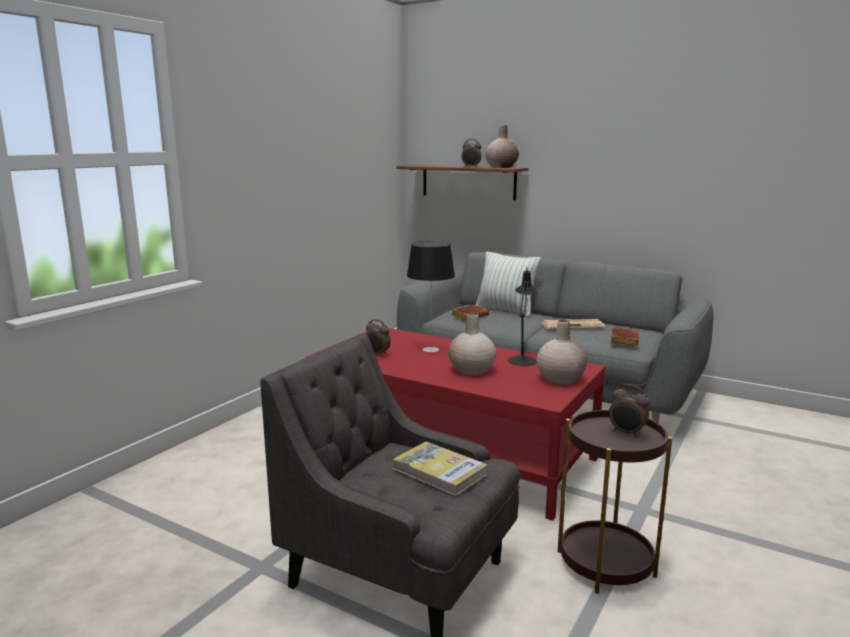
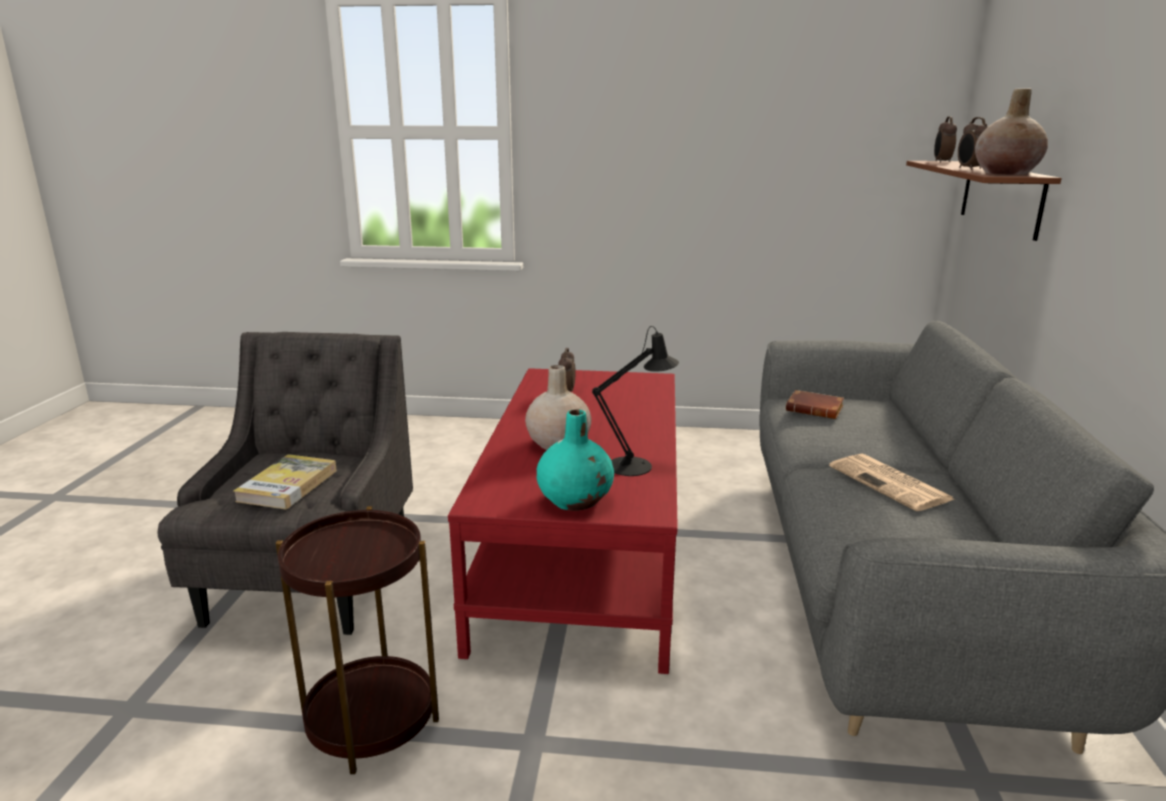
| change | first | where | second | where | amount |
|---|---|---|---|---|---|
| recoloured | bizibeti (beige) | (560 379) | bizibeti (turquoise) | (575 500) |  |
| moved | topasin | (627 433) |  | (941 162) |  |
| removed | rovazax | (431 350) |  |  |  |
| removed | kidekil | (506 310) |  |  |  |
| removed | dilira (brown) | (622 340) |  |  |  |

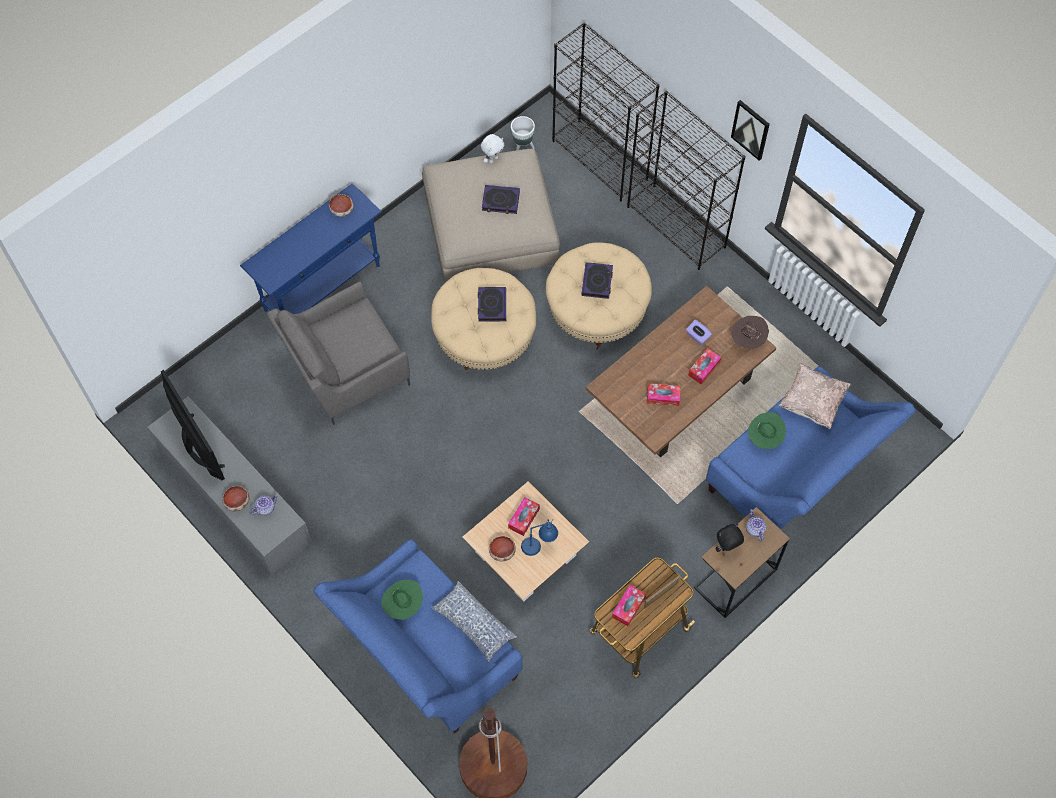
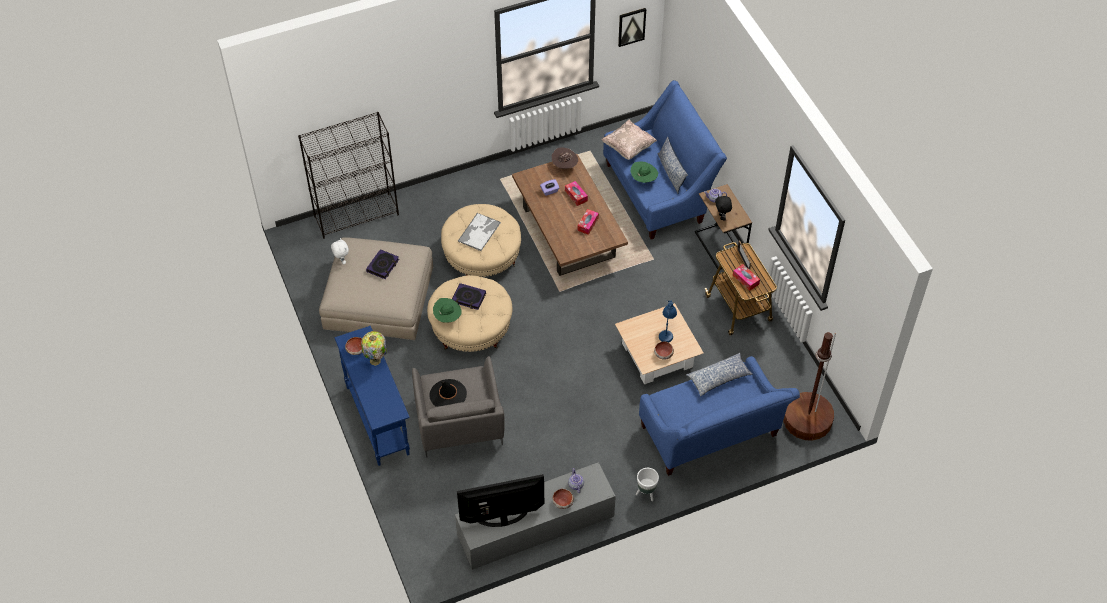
| change | first | where | second | where | amount |
|---|---|---|---|---|---|
| added |  |  | rovazax | (376 361) |  |
| added |  |  | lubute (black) | (448 394) |  |
| moved | lubute (green) | (403 605) |  | (447 317) |  |
| replaced | dilira | (597 282) | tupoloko | (479 232) |  |
| moved | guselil | (751 129) |  | (631 26) |  |
| moved | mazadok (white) | (522 147) |  | (646 493) |  |
| added |  |  | kidekil | (671 172) |  |
| removed | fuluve | (524 518) |  |  |  |
| removed | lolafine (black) | (677 227) |  |  |  |

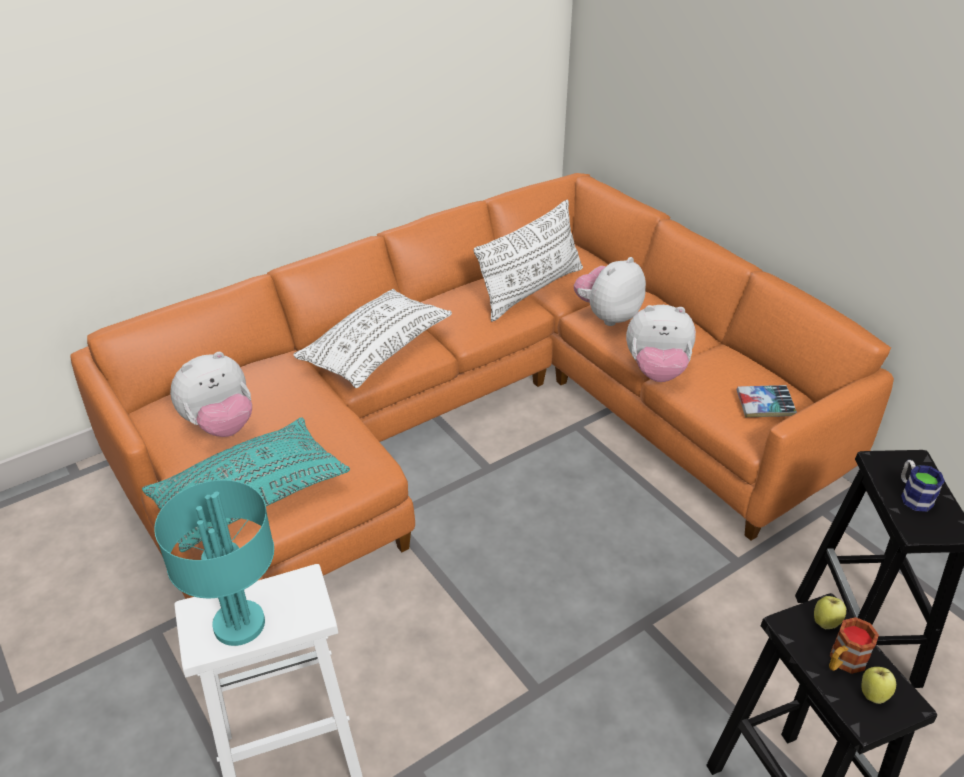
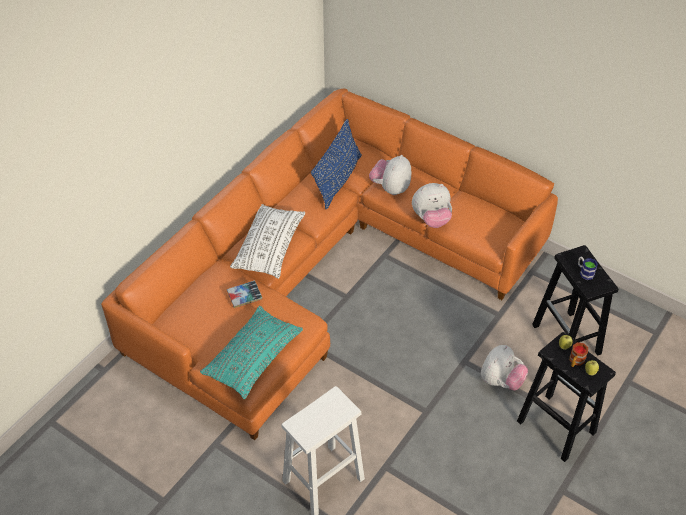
| change | first | where | second | where | amount |
|---|---|---|---|---|---|
| moved | dilira | (764 405) |  | (244 296) |  |
| recoloured | kidekil (white) | (531 290) | kidekil (blue) | (338 180) |  |
| moved | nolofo | (220 425) |  | (501 381) |  |
| removed | rovazax (turquoise) | (237 625) |  |  |  |

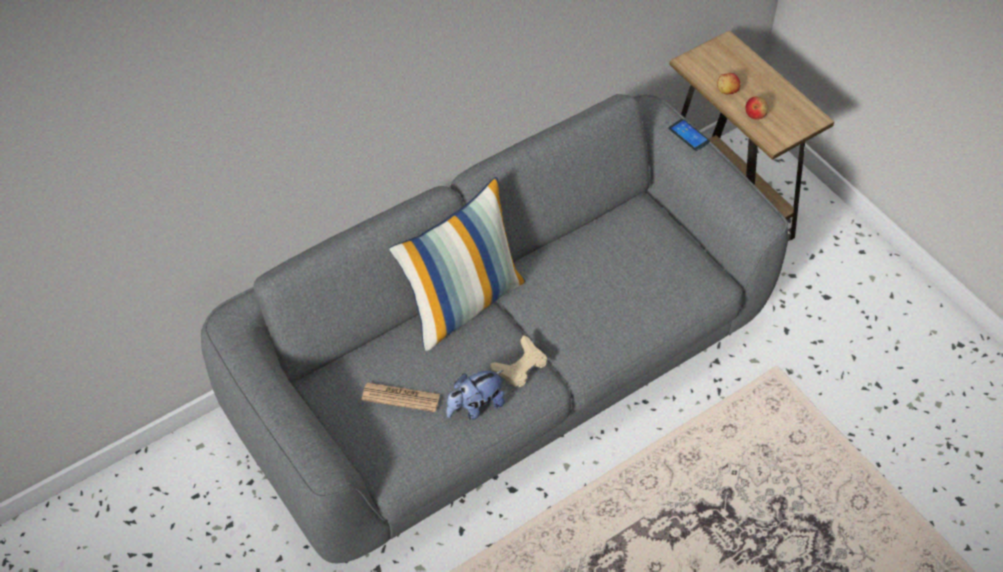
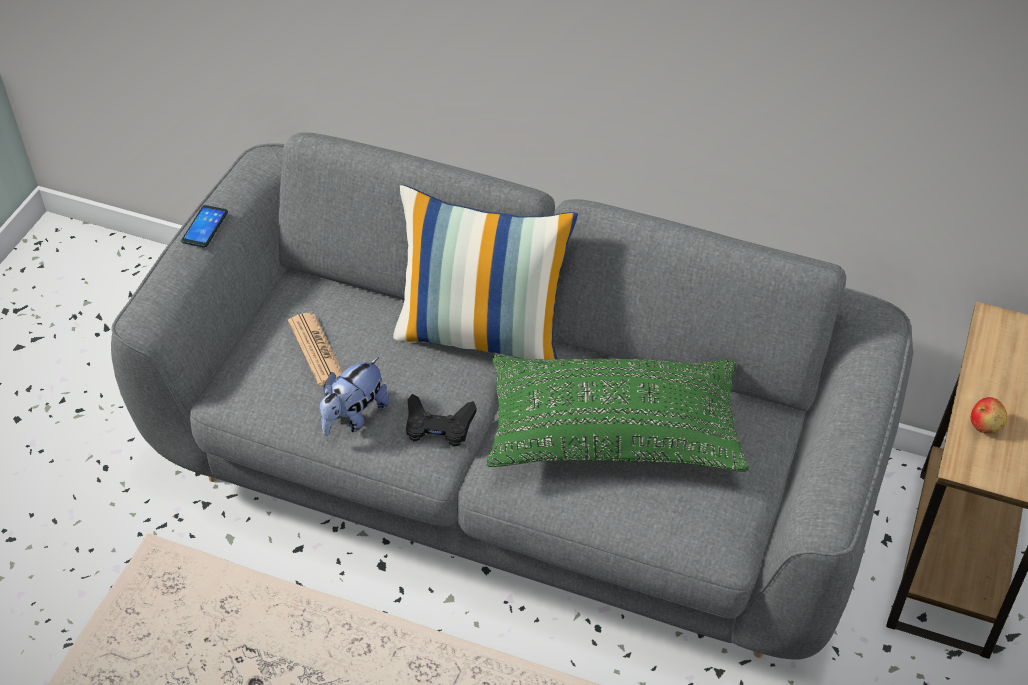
| change | first | where | second | where | amount |
|---|---|---|---|---|---|
| moved | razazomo | (688 135) |  | (204 227) |  |
| turned | nolofo | (475 407) |  | (354 416) | 75 degrees counterclockwise |
| recoloured | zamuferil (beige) | (520 366) | zamuferil (black) | (438 425) |  |
| added |  |  | kidekil (green) | (614 432) |  |
| removed | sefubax | (727 90) |  |  |  |

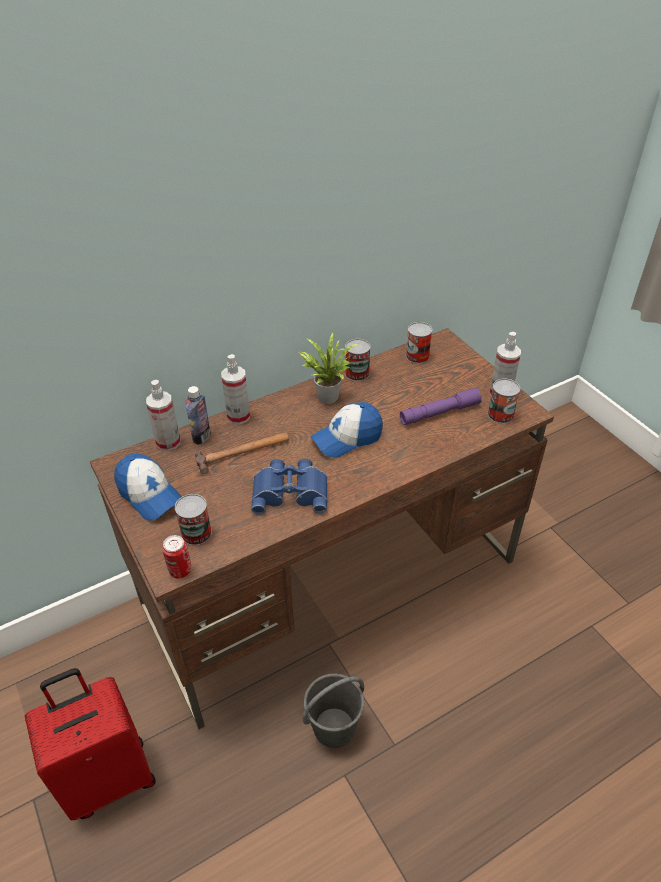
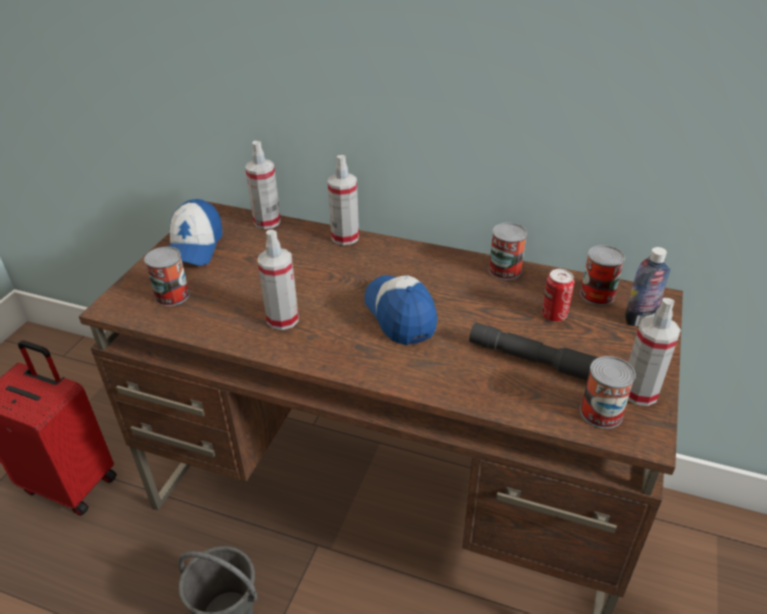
| change | first | where | second | where | amount |
|---|---|---|---|---|---|
| replaced | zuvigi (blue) | (290 490) | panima | (282 319) |  |
| turned | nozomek | (347 438) |  | (400 315) | 45 degrees clockwise |
| recoloured | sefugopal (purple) | (439 413) | sefugopal (grey) | (530 359) |  |
| moved | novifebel | (180 570) |  | (554 315) |  |
| moved | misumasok | (201 437) |  | (639 320) |  |
| removed | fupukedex | (243 452) |  |  |  |
| removed | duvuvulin | (326 395) |  |  |  |

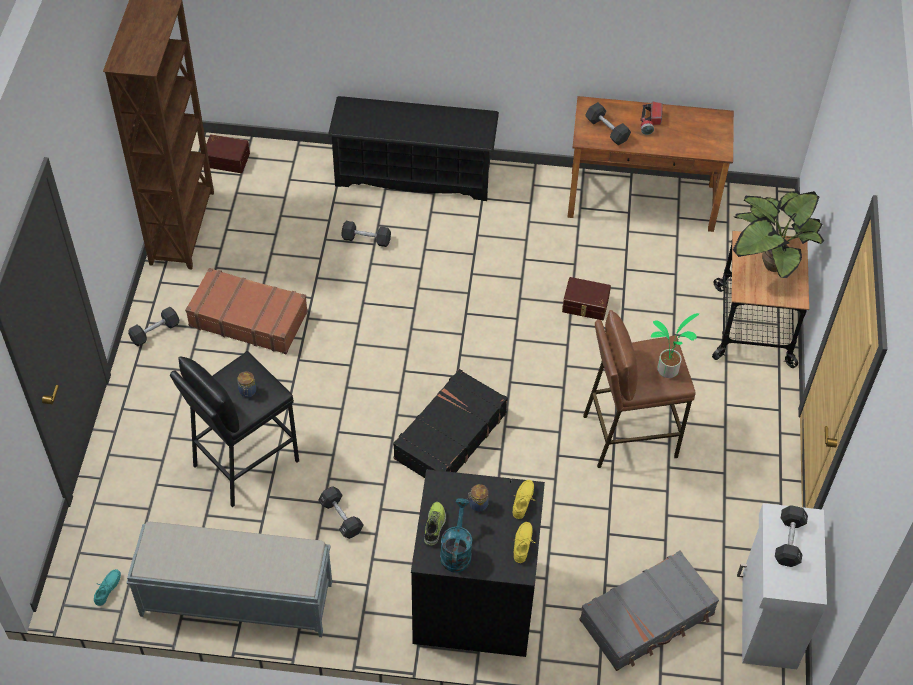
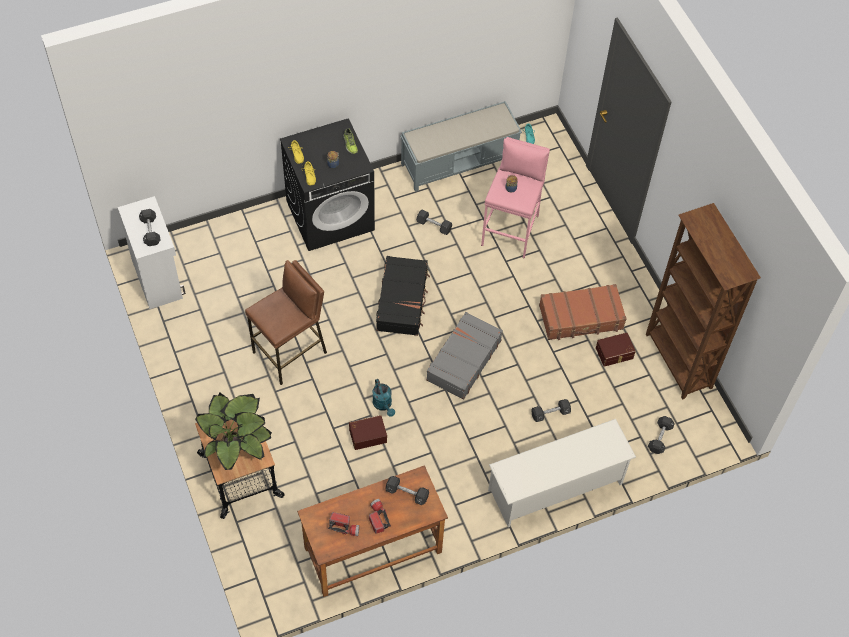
| change | first | where | second | where | amount |
|---|---|---|---|---|---|
| added |  |  | sefugopal | (344 527) |  |
| moved | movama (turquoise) | (456 551) |  | (383 405) |  |
| moved | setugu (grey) | (647 618) |  | (463 360) |  |
| recoloured | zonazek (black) | (245 462) | zonazek (pink) | (511 230) |  |
| recoloured | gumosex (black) | (414 174) | gumosex (white) | (556 487) |  |
| moved | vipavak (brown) | (227 159) |  | (614 354) |  |
| moved | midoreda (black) | (155 332) |  | (660 438) |  |
| removed | duvuvulin | (667 371) |  |  |  |

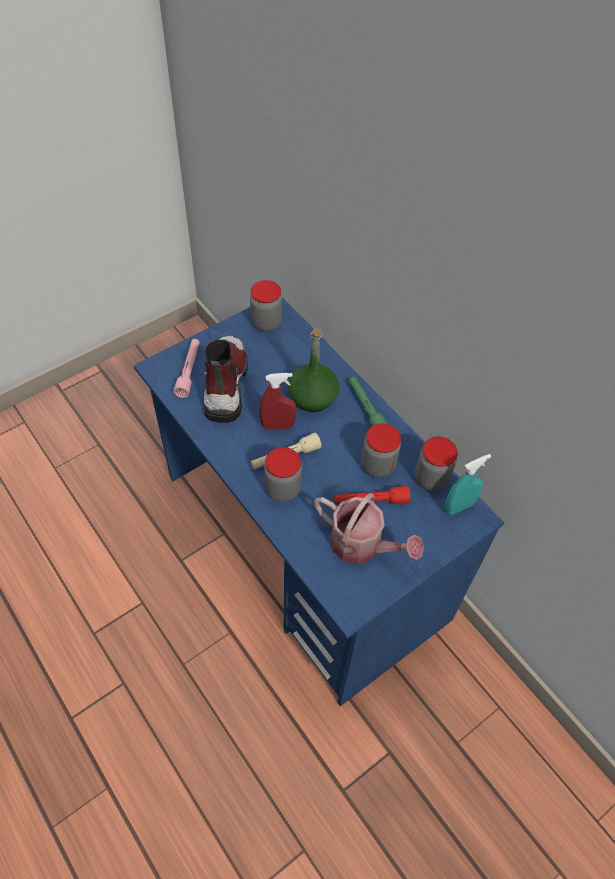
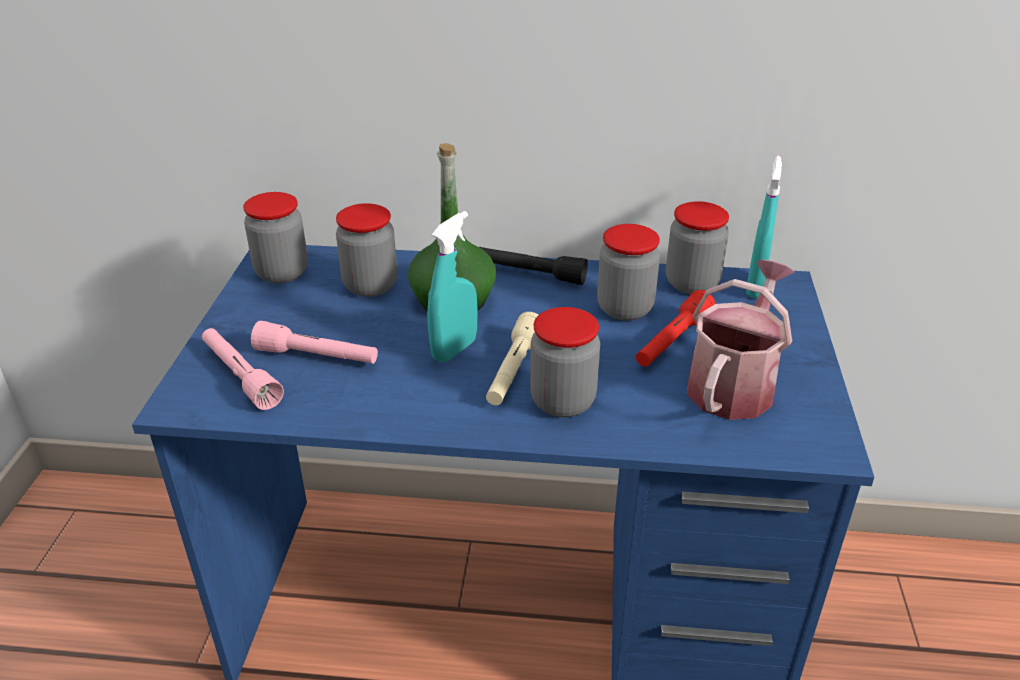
| change | first | where | second | where | amount |
|---|---|---|---|---|---|
| replaced | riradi | (225 384) | sefugopal (pink) | (317 357) |  |
| added |  |  | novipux | (370 285) |  |
| recoloured | panima (red) | (278 425) | panima (turquoise) | (454 350) |  |
| recoloured | sefugopal (green) | (366 409) | sefugopal (black) | (530 274) |  |
| turned | movama | (362 545) |  | (734 383) | 45 degrees counterclockwise |

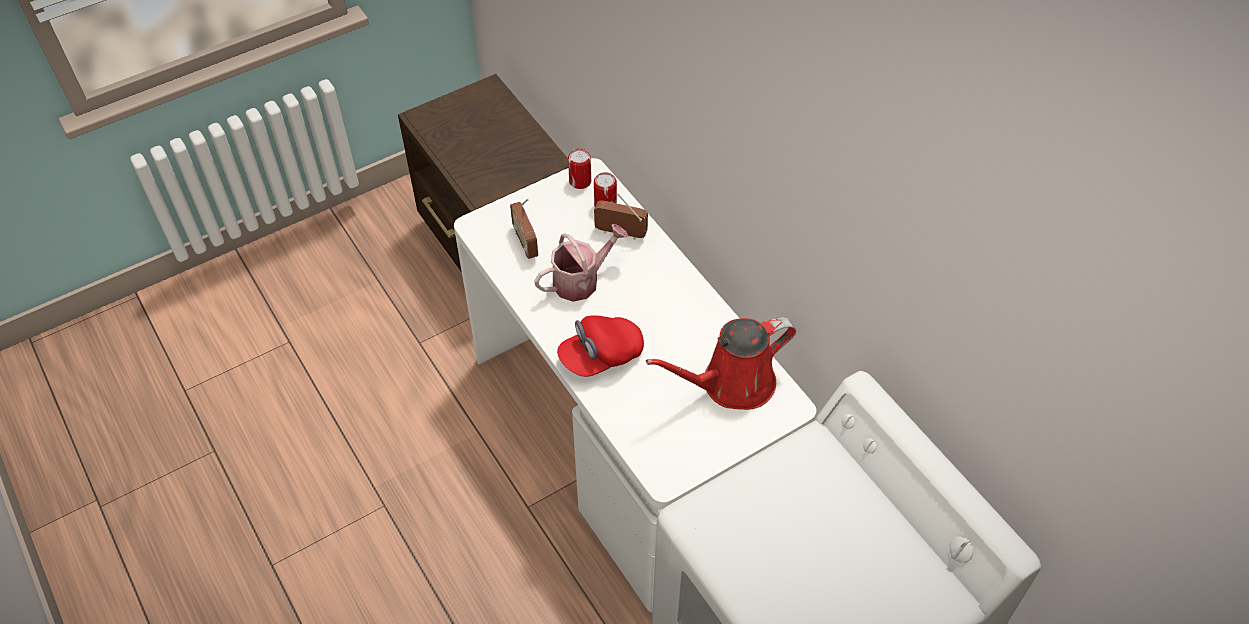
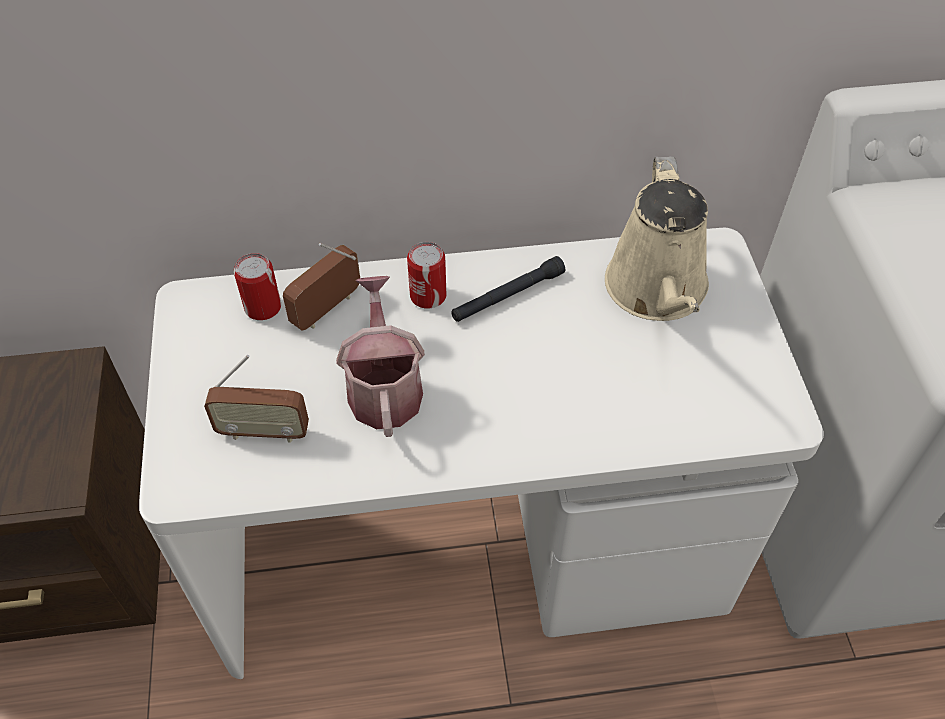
| change | first | where | second | where | amount |
|---|---|---|---|---|---|
| moved | novifebel | (580 181) |  | (428 296) |  |
| added |  |  | sefugopal (black) | (507 296) |  |
| recoloured | movama (red) | (731 384) | movama (beige) | (657 291) |  |
| removed | nozomek (red) | (601 356) |  |  |  |

